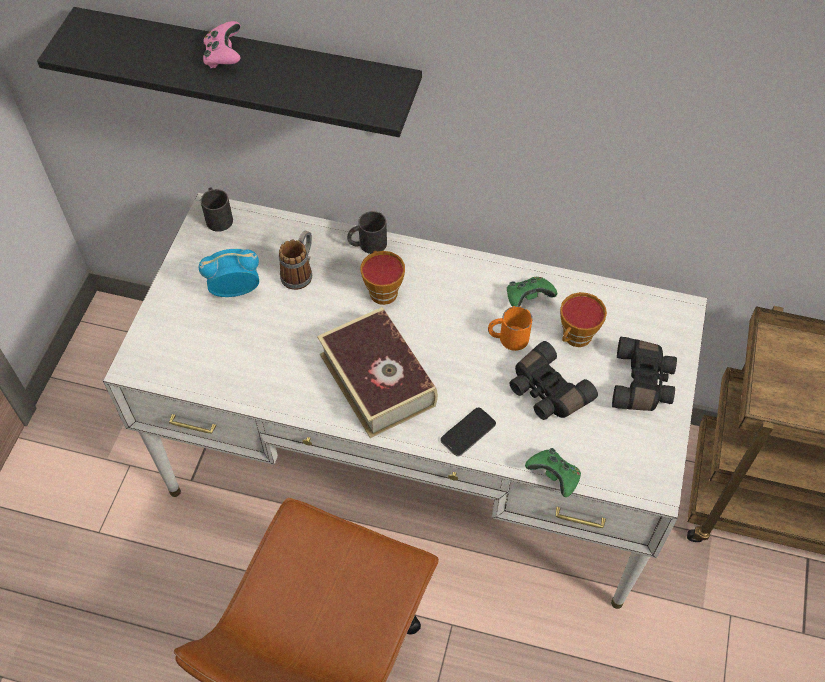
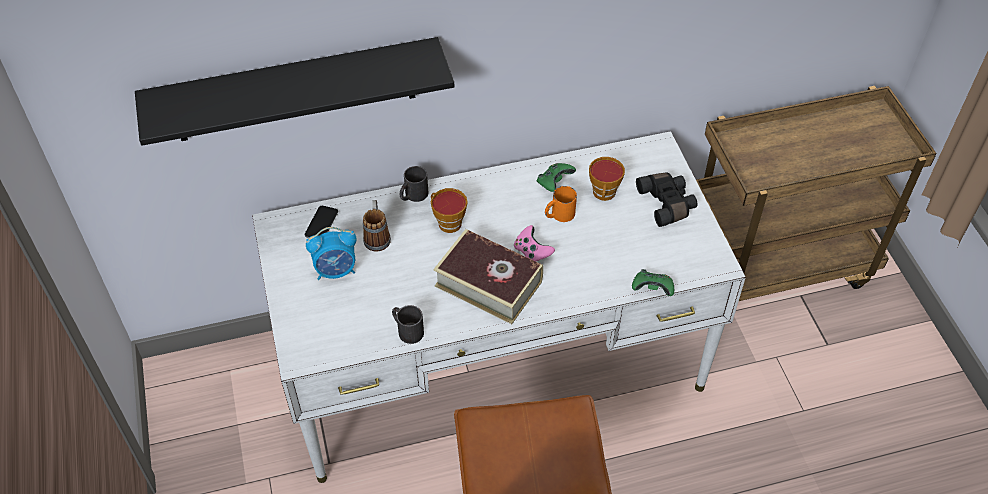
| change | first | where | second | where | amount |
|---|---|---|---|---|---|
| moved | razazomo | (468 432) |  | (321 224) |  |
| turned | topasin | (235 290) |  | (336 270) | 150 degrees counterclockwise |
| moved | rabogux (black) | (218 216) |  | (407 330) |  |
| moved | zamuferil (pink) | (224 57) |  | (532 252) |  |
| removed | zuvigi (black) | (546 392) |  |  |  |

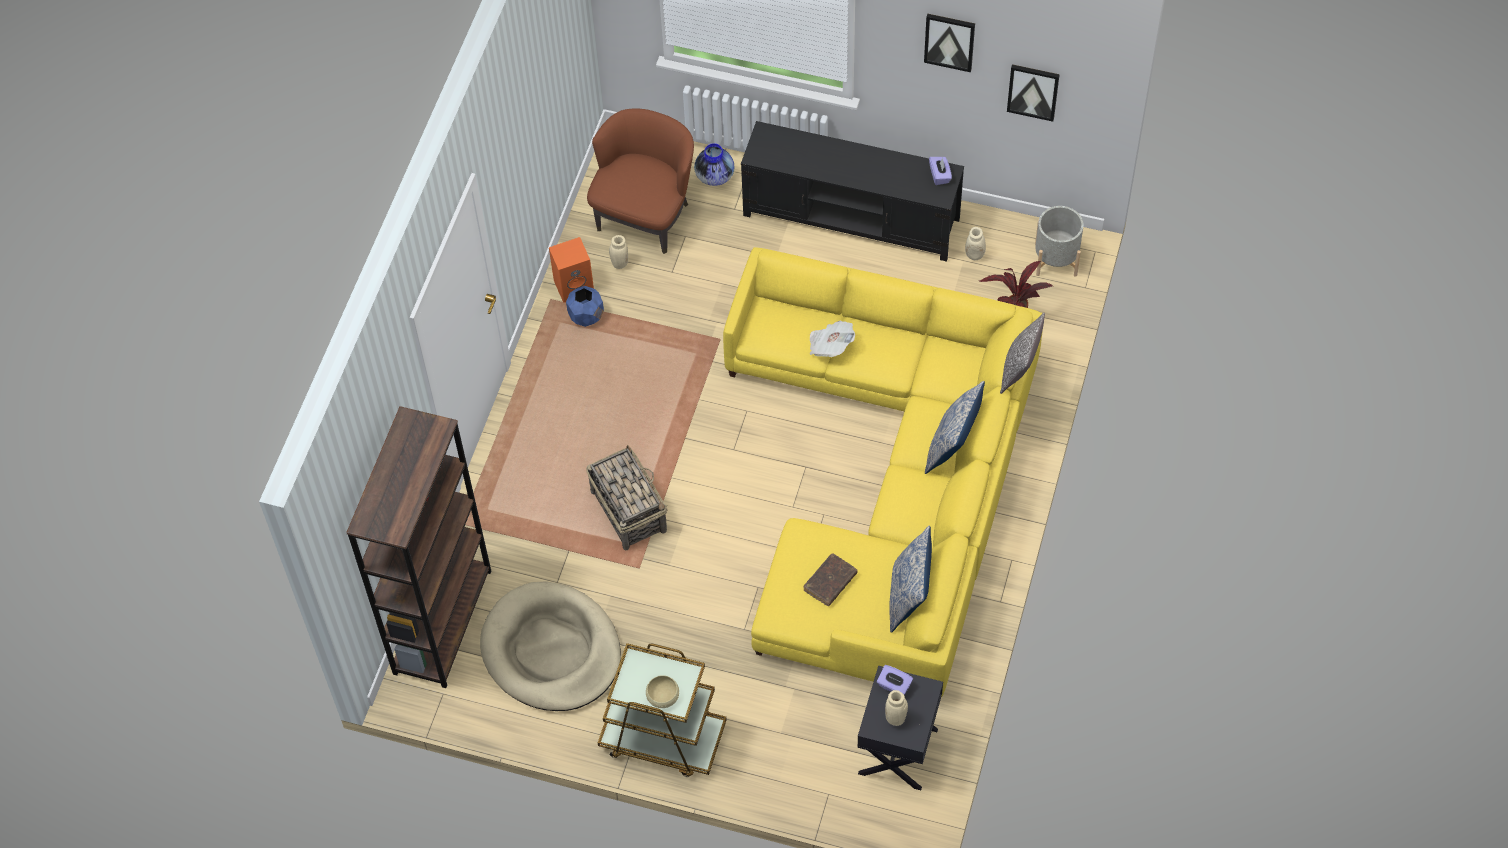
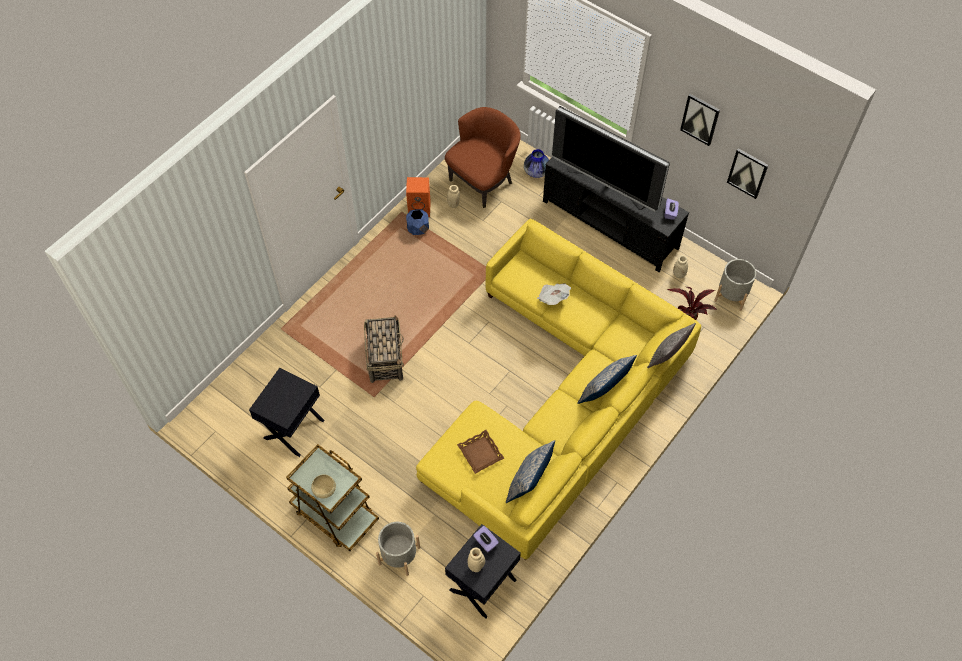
| change | first | where | second | where | amount |
|---|---|---|---|---|---|
| replaced | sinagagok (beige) | (551 650) | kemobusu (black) | (294 429) |  |
| added |  |  | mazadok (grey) | (399 555) |  |
| replaced | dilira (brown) | (830 582) | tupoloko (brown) | (481 453) |  |
| added |  |  | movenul | (607 185) |  |
| removed | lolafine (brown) | (442 621) |  |  |  |

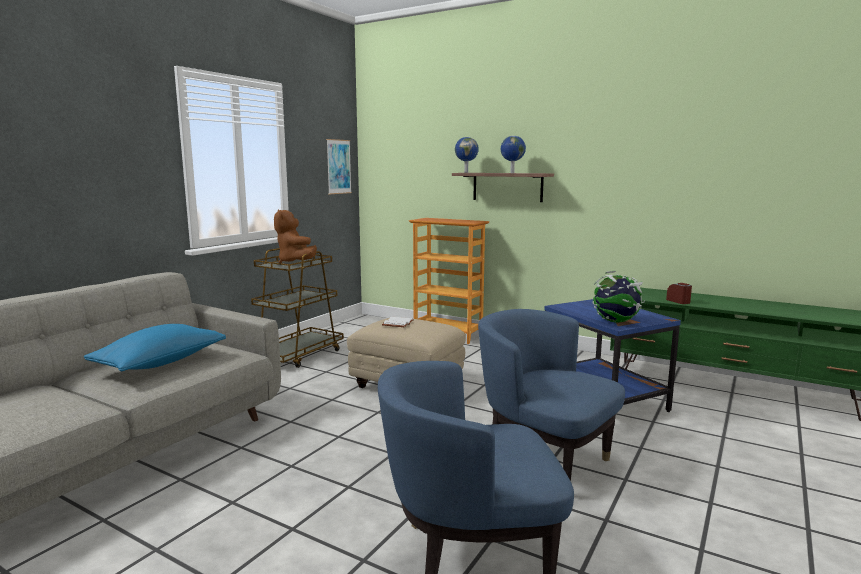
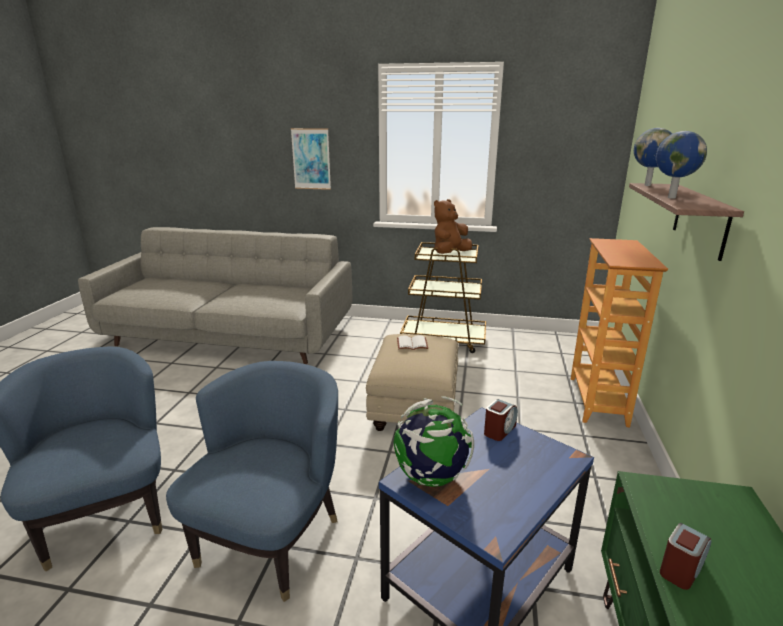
| change | first | where | second | where | amount |
|---|---|---|---|---|---|
| moved | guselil | (338 166) |  | (311 159) |  |
| added |  |  | topasin | (499 430) |  |
| removed | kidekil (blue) | (160 363) |  |  |  |

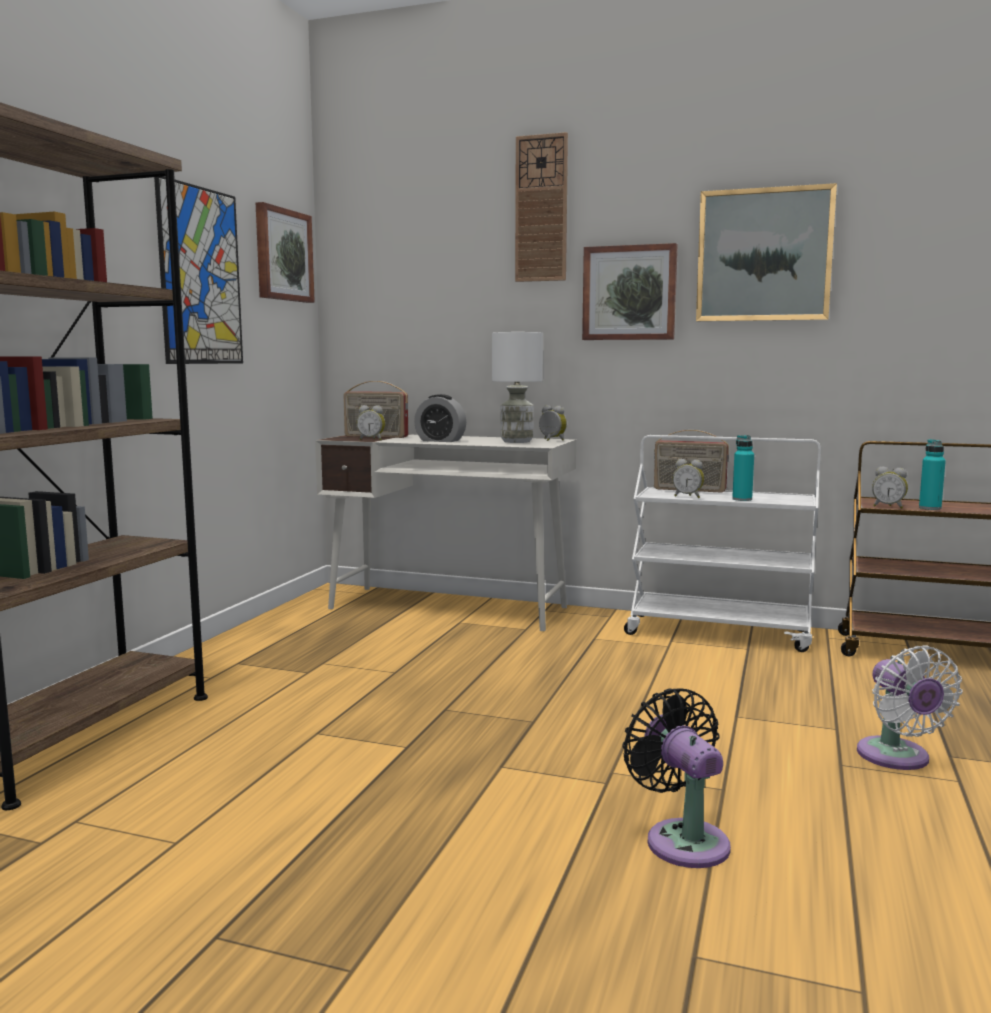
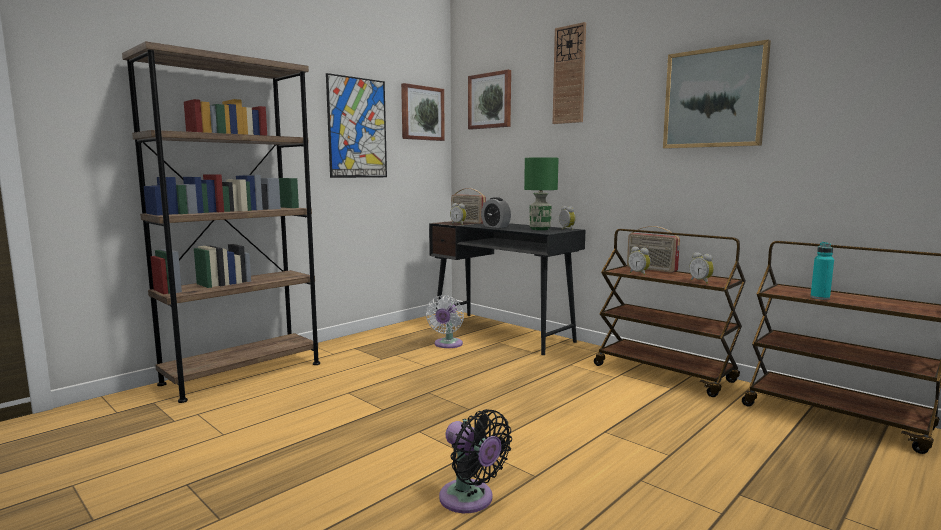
| change | first | where | second | where | amount |
|---|---|---|---|---|---|
| moved | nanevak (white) | (897 758) |  | (447 345) |  |
| recoloured | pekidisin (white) | (449 608) | pekidisin (black) | (502 333) |  |
| turned | nanevak (black) | (682 839) |  | (470 500) | 135 degrees clockwise |
| moved | guselil | (629 293) |  | (490 101) |  |
| recoloured | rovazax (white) | (517 441) | rovazax (green) | (540 229) |  |
| recoloured | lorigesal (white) | (719 632) | lorigesal (brown) | (664 373) |  |
| moved | topasin | (888 507) |  | (701 281) |  |
| removed | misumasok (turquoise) | (742 499) |  |  |  |

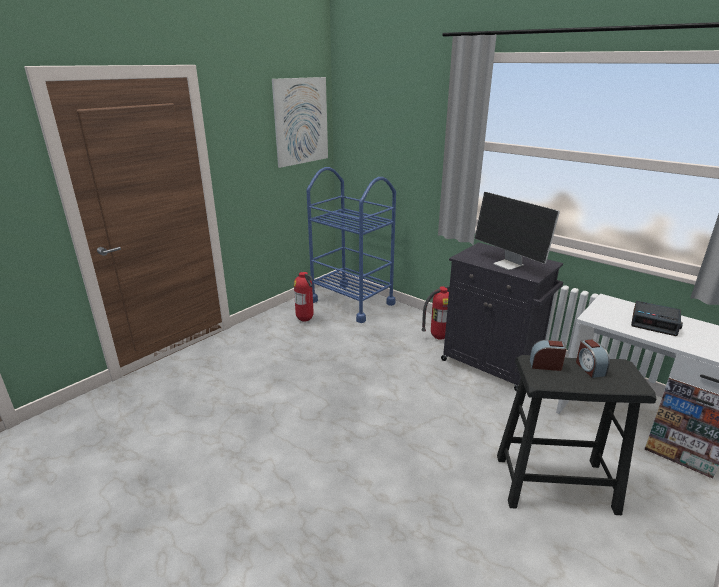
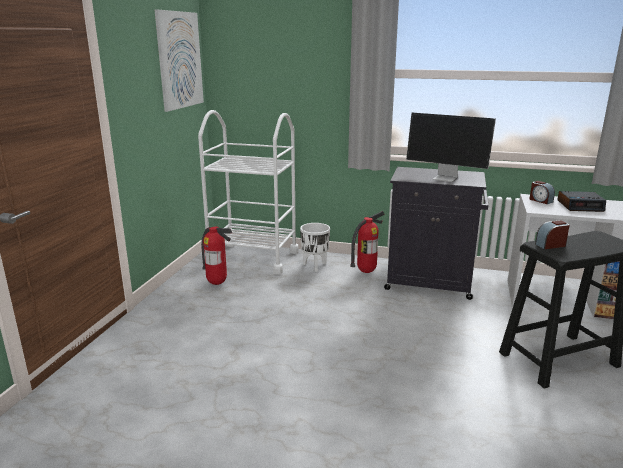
| change | first | where | second | where | amount |
|---|---|---|---|---|---|
| recoloured | lorigesal (blue) | (352 302) | lorigesal (white) | (253 258) |  |
| added |  |  | mazadok (white) | (315 266) |  |
| moved | topasin | (589 368) |  | (540 200) |  |

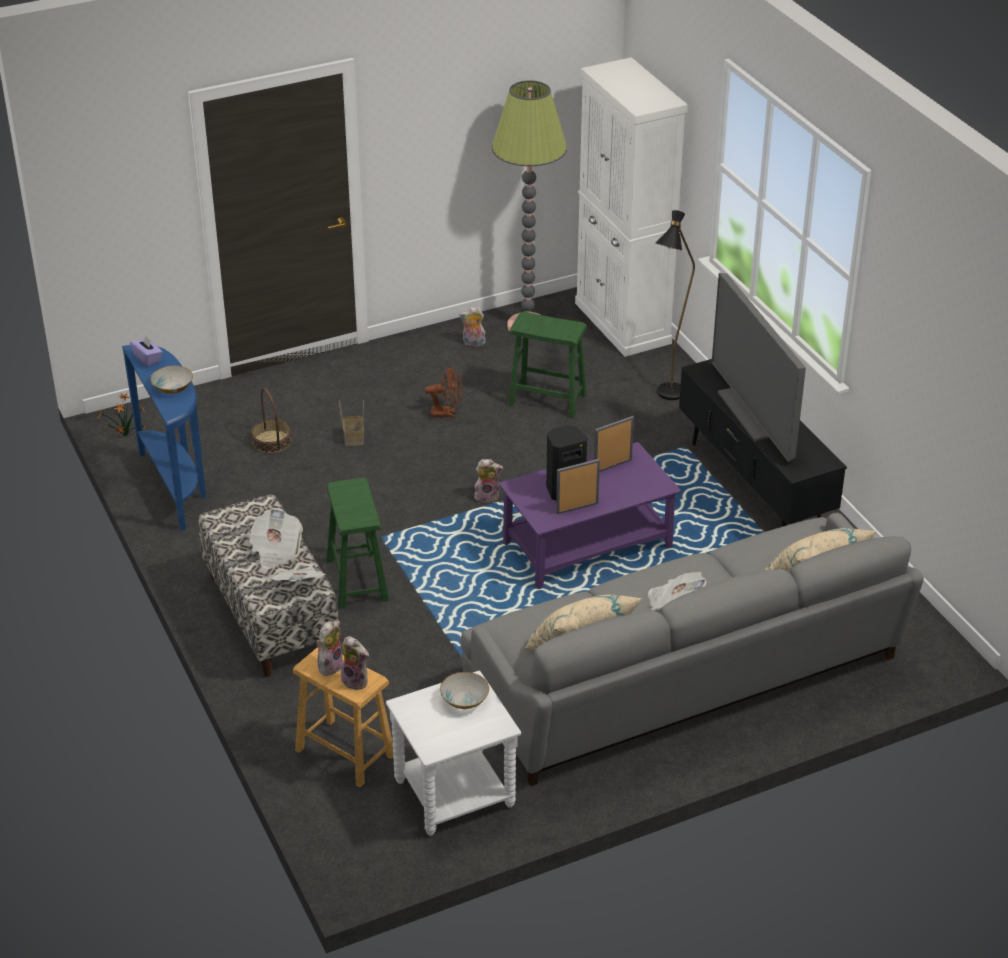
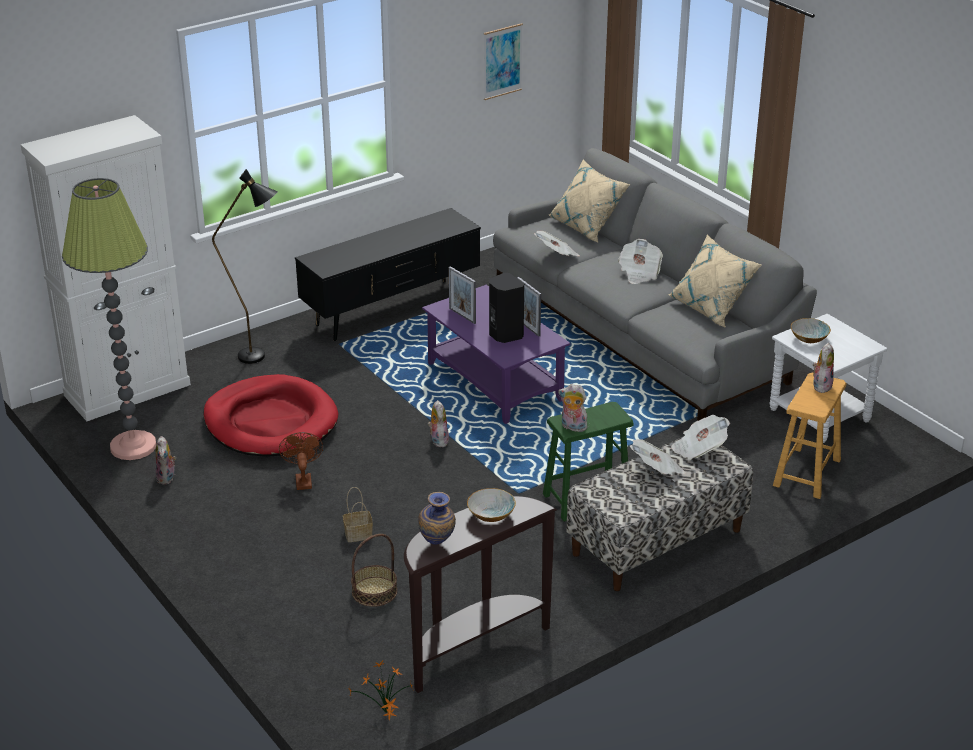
| change | first | where | second | where | amount |
|---|---|---|---|---|---|
| replaced | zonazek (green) | (547 399) | sinagagok (red) | (270 422) |  |
| recoloured | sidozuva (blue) | (177 486) | sidozuva (brown) | (472 648) |  |
| replaced | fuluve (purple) | (148 359) | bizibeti | (437 545) |  |
| added |  |  | guselil | (502 61) |  |
| added |  |  | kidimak | (556 255) |  |
| moved | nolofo | (329 665) |  | (572 427) |  |
| removed | movenul | (755 413) |  |  |  |

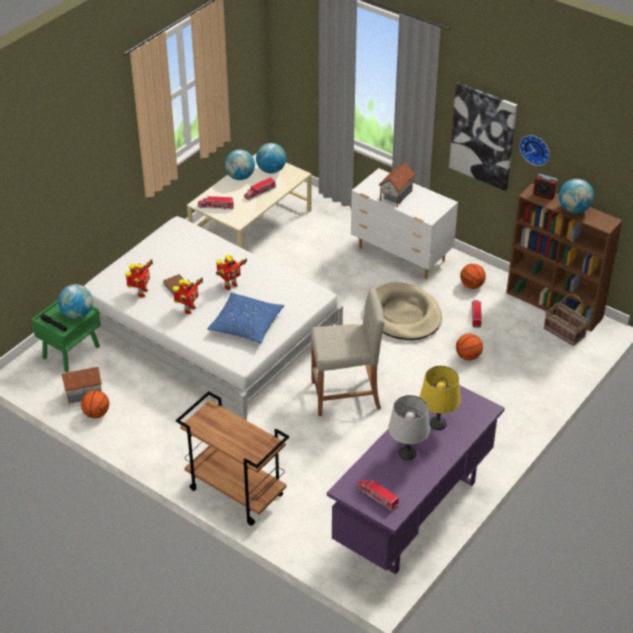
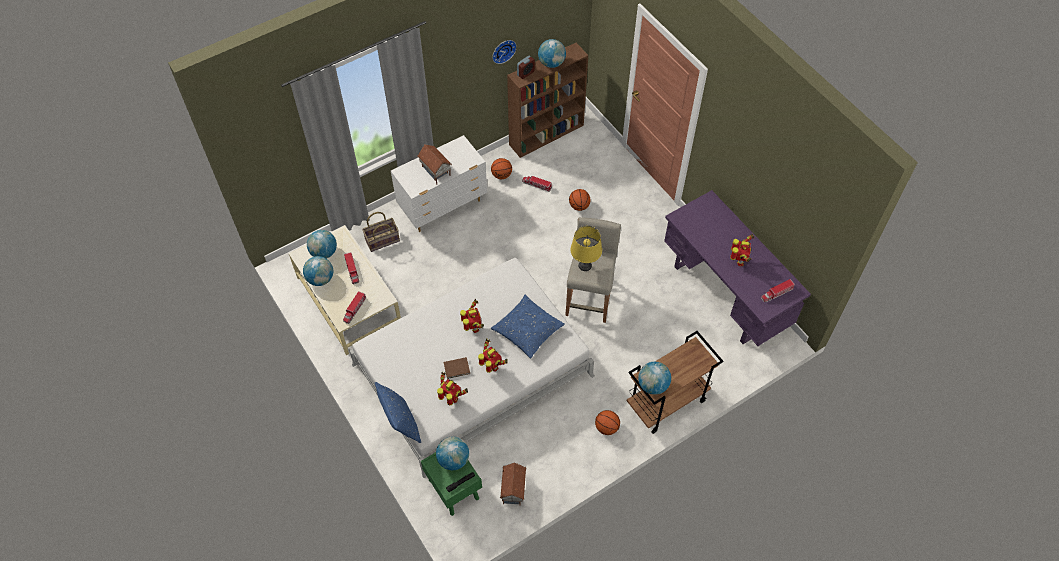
| change | first | where | second | where | amount |
|---|---|---|---|---|---|
| moved | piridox | (564 332) |  | (382 240) |  |
| added |  |  | kidekil (blue) | (401 423) |  |
| moved | rovazax (yellow) | (437 423) |  | (585 265) |  |
| moved | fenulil | (96 413) |  | (606 427) |  |
| added |  |  | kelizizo | (652 385) |  |
| replaced | rovazax (grey) | (407 453) | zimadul | (739 261) |  |
| removed | sinagagok (beige) | (403 315) |  |  |  |
| removed | guselil | (483 136) |  |  |  |

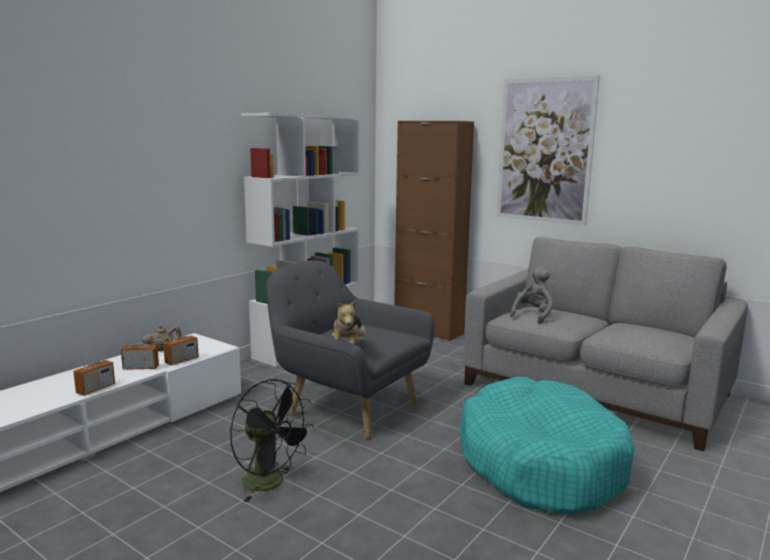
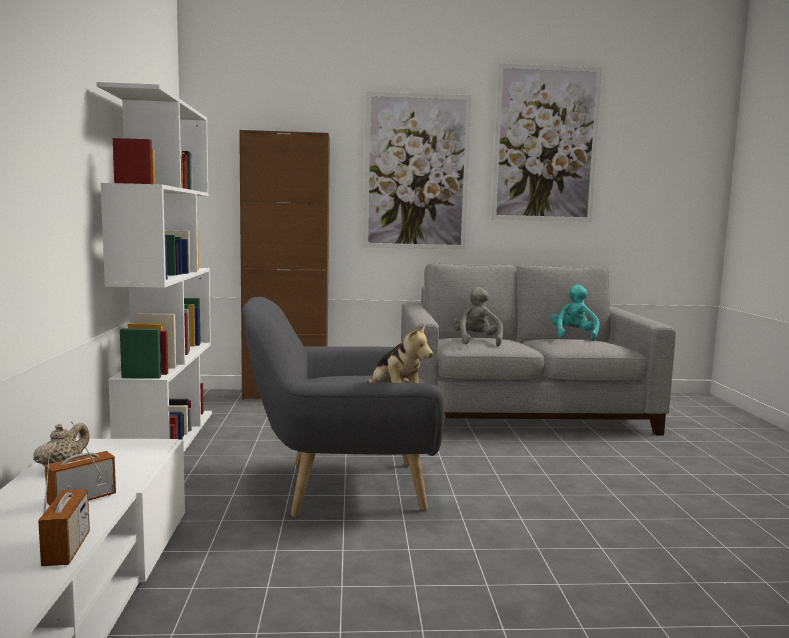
| change | first | where | second | where | amount |
|---|---|---|---|---|---|
| added |  |  | guselil | (545 144) |  |
| added |  |  | nolofo (turquoise) | (574 336) |  |
| removed | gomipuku | (182 360) |  |  |  |
| removed | nanevak (black) | (271 483) |  |  |  |
| removed | sinagagok (turquoise) | (539 463) |  |  |  |

